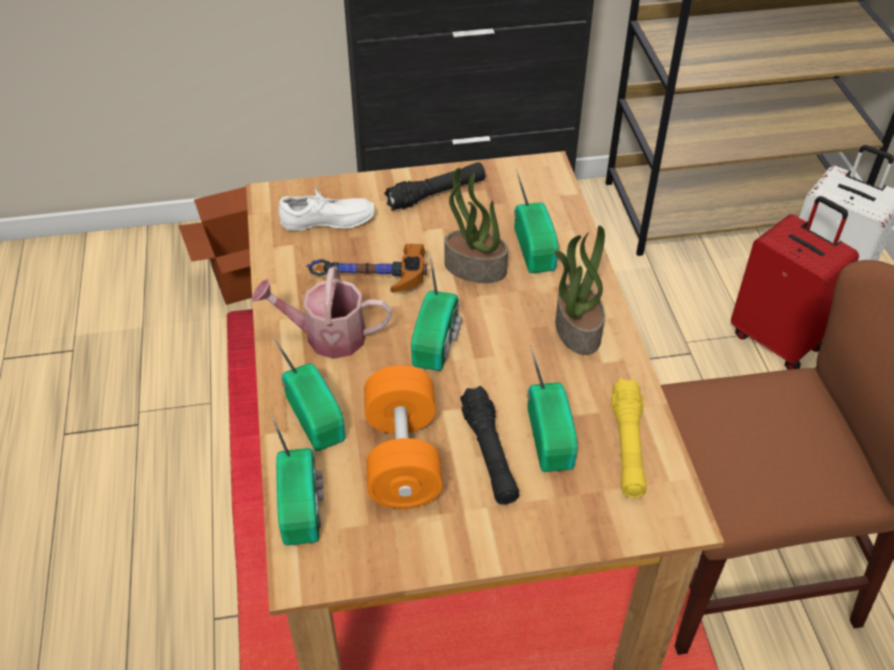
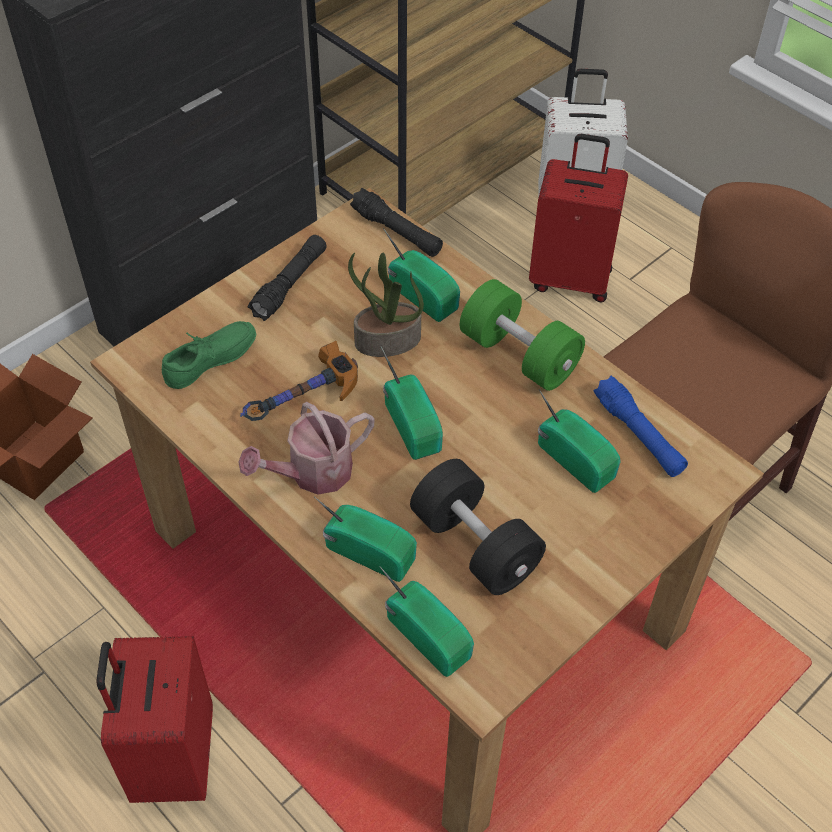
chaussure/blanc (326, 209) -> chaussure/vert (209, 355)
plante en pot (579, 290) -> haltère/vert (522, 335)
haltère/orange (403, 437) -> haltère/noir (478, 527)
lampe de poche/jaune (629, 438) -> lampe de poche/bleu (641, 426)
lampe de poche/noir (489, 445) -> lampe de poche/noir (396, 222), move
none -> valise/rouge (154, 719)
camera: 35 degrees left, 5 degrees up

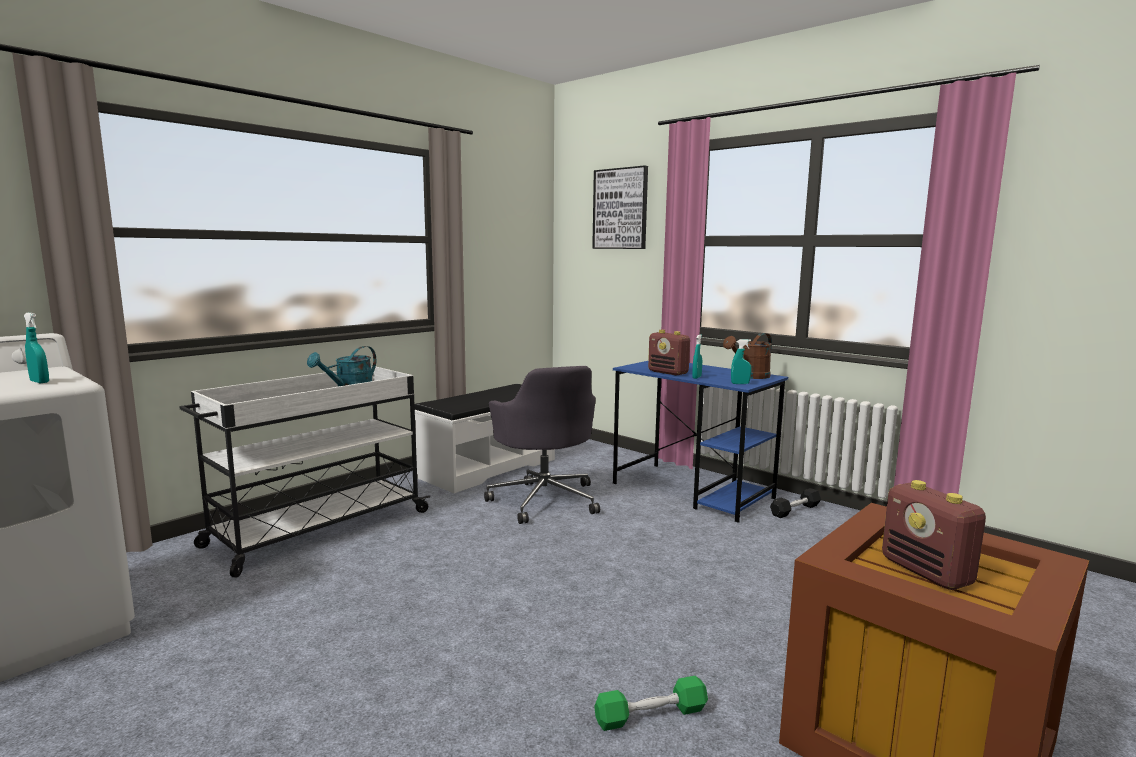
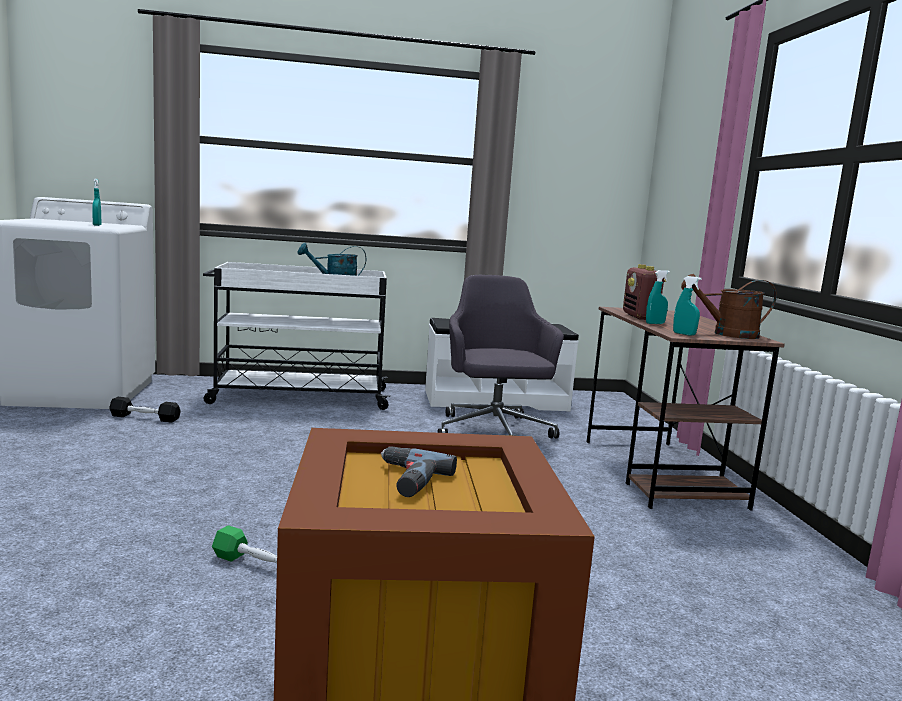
tableau (620, 207) -> none
bureau/bleu (700, 442) -> bureau/marron (685, 408)
chaise de bureau/gris (542, 445) -> chaise de bureau/gris (500, 356), 150 degrees clockwise
radio (934, 535) -> perceuse (419, 471)
haltère/noir (795, 503) -> haltère/noir (145, 410), move
camera: 40 degrees right, 0 degrees up

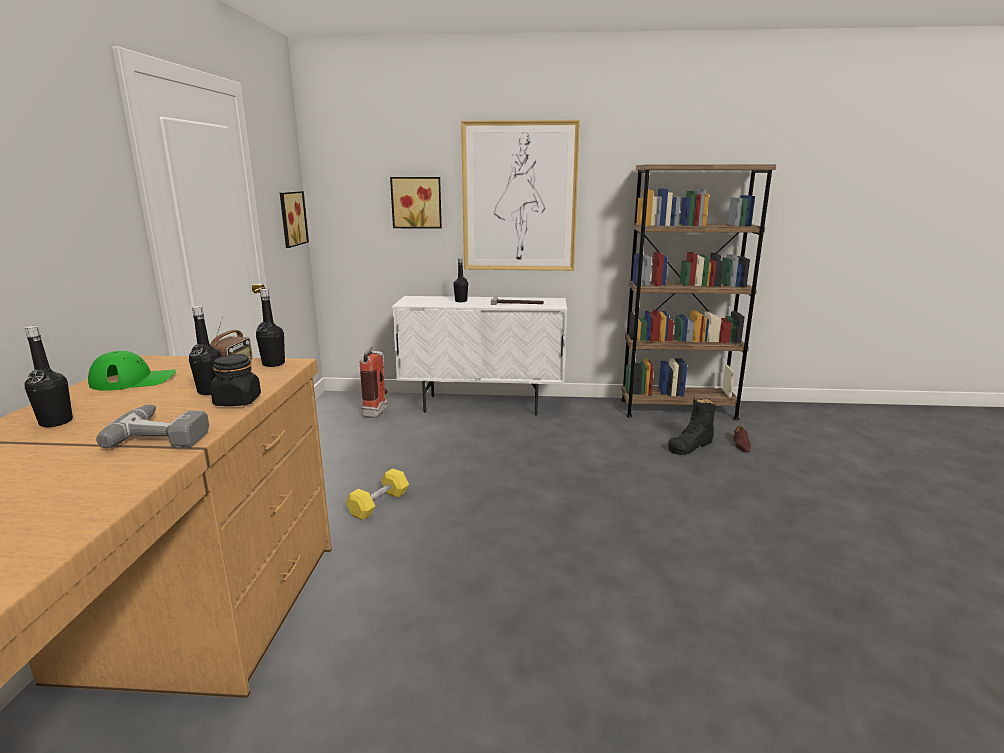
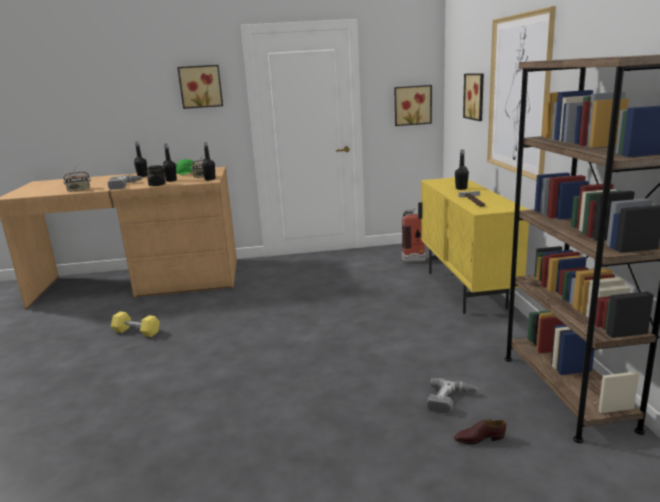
meuble de rangement/blanc (479, 356) -> meuble de rangement/jaune (473, 245)
botte/noir (692, 426) -> perceuse (452, 396)
haltère/jaune (377, 494) -> haltère/jaune (135, 324), move
none -> tableau (200, 87)
none -> radio (77, 178)
camera: 80 degrees right, 0 degrees up

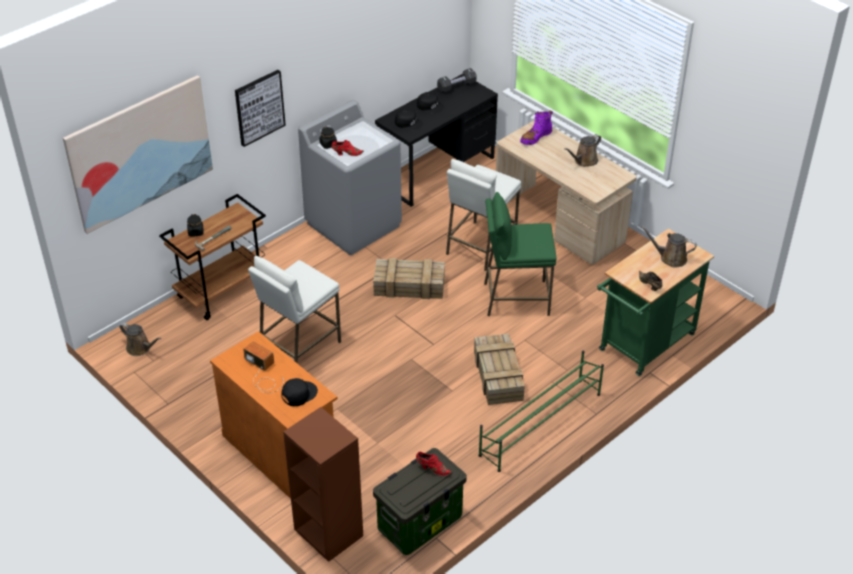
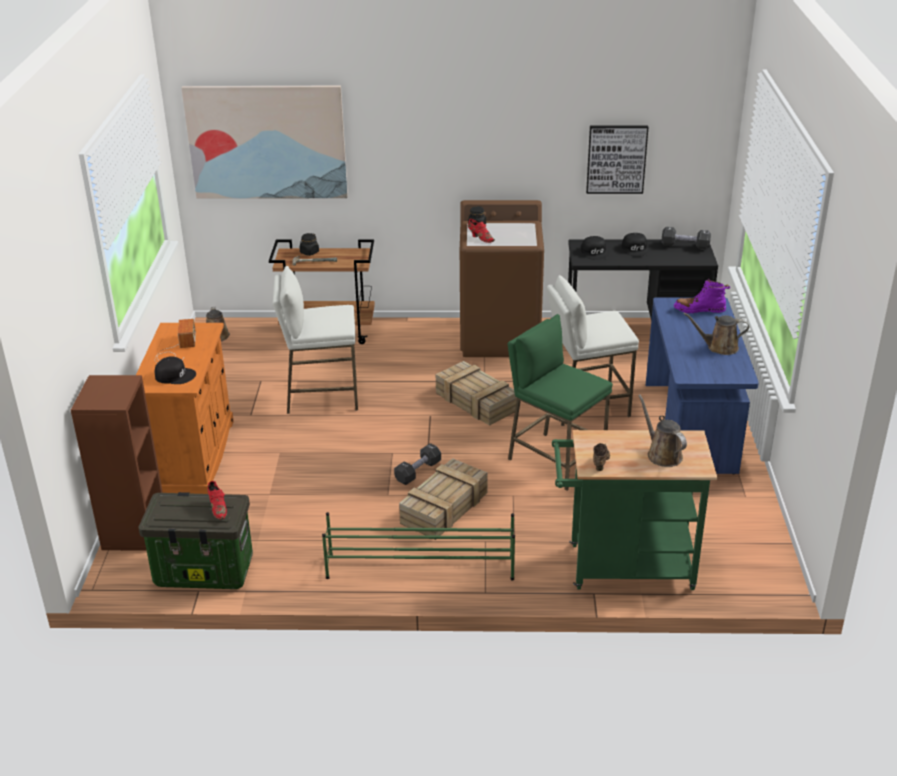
tableau (260, 108) -> tableau (617, 159), move
lave-linge/gris (350, 177) -> lave-linge/marron (502, 278)
bureau/beige (566, 192) -> bureau/bleu (702, 385)
none -> haltère/noir (417, 464)
camera: 45 degrees right, 10 degrees down

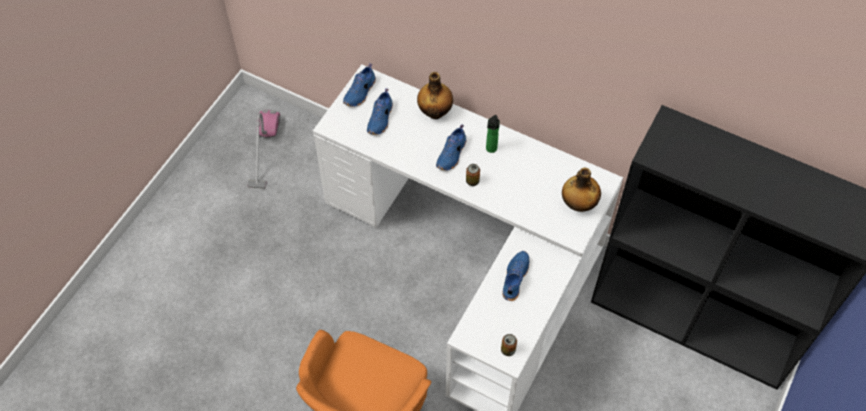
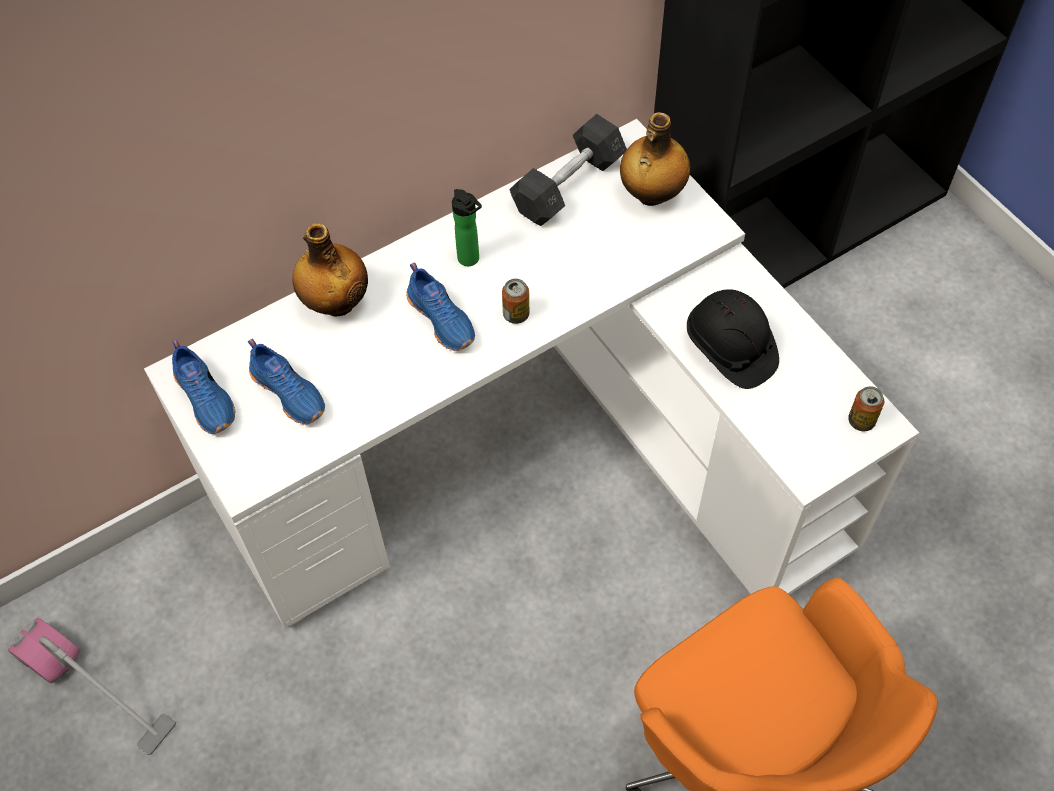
chaussure/bleu (515, 276) -> casque de chantier/noir (733, 339)
none -> haltère/gris (568, 170)
camera: 60 degrees left, 0 degrees up

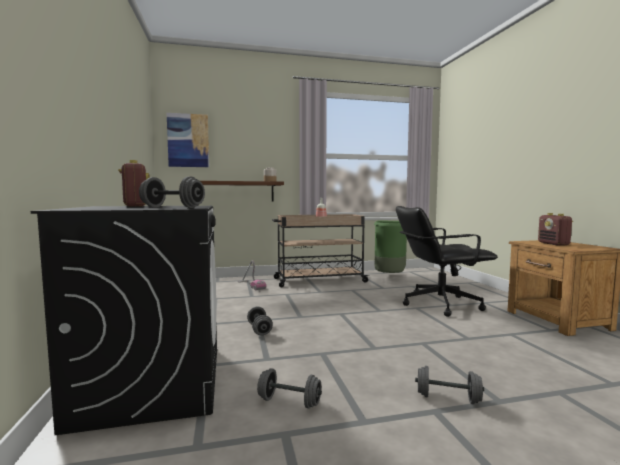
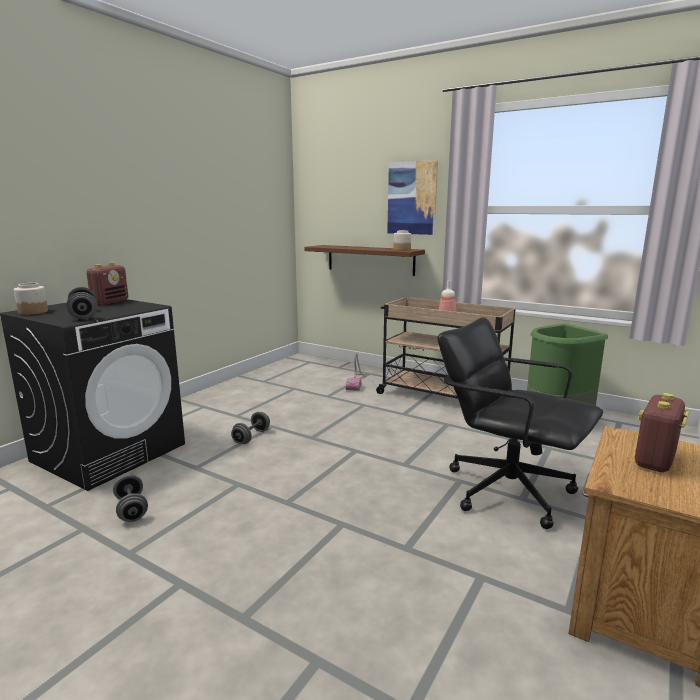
tableau (188, 140) -> tableau (412, 197), move
haltère/gris (449, 385) -> none
none -> bocal (31, 299)
camera: 45 degrees right, 10 degrees up

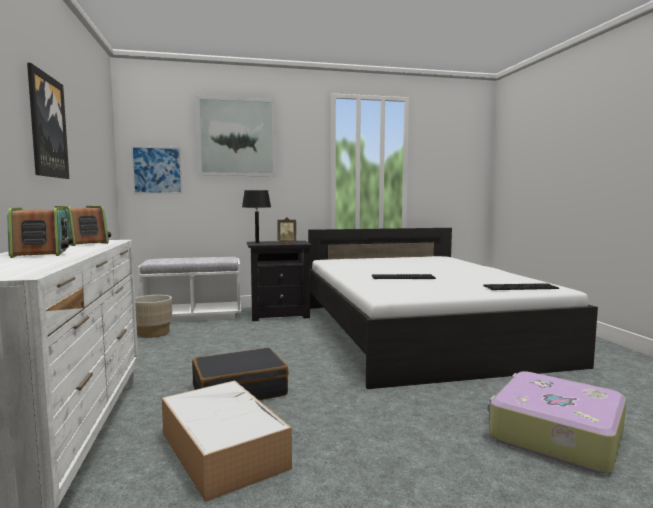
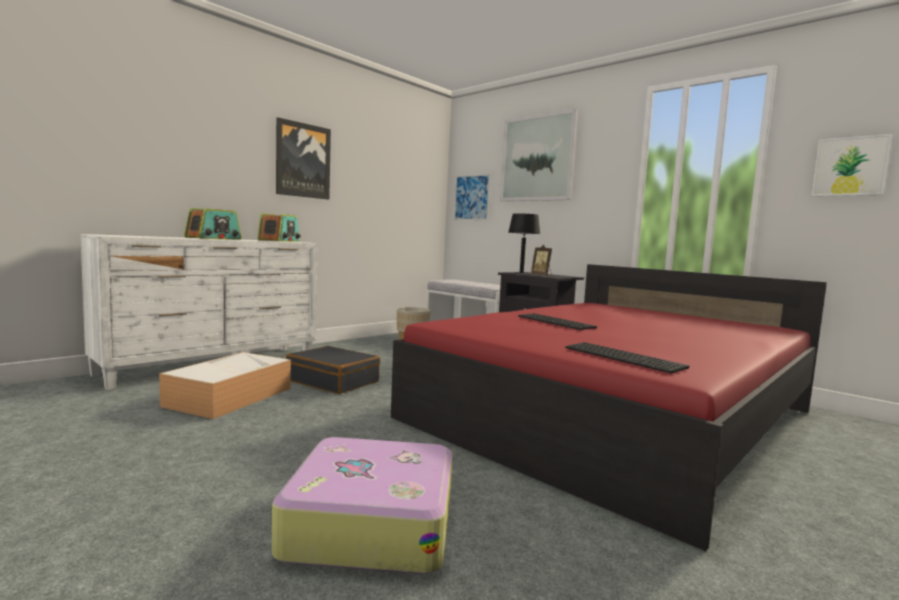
lit/blanc (453, 308) -> lit/rouge (609, 407)
none -> tableau (852, 165)
camera: 55 degrees right, 0 degrees up

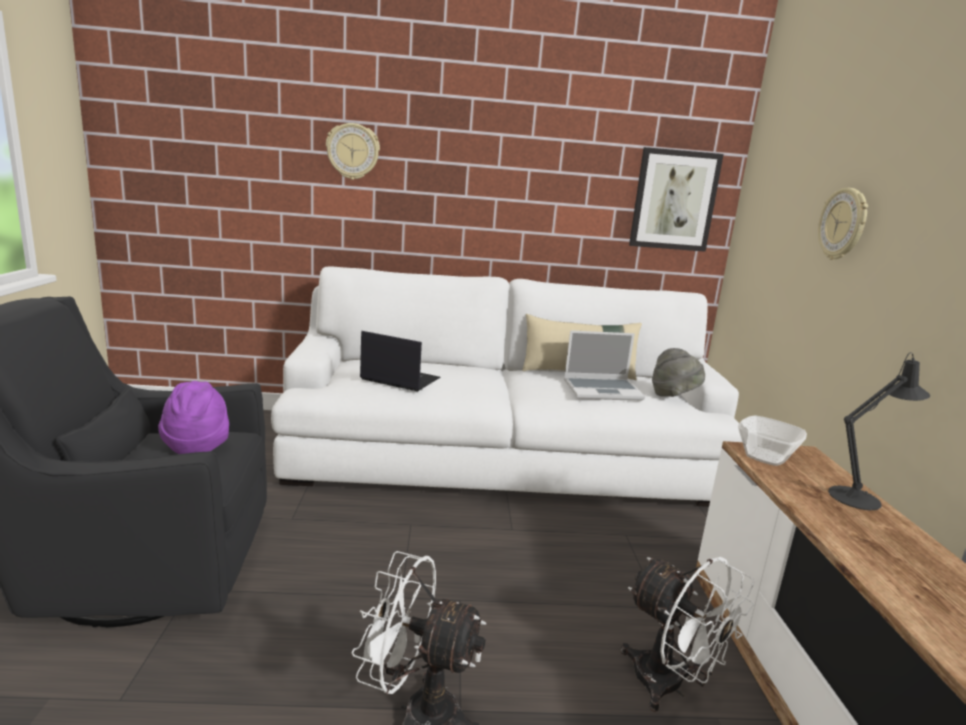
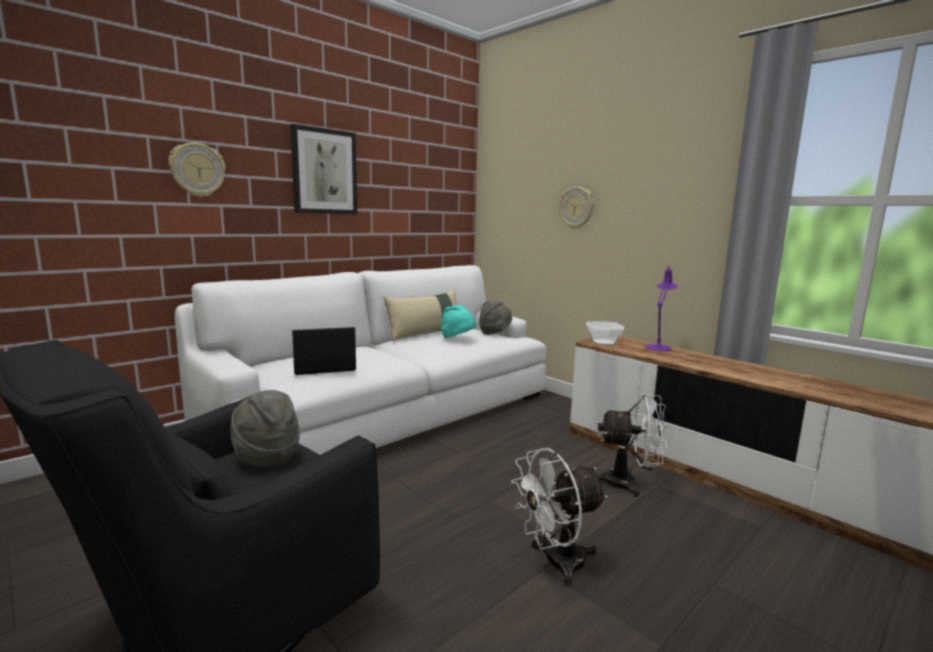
tableau (676, 199) -> tableau (323, 169), move
ordinateur portable (604, 365) -> chapeau/turquoise (458, 321)
lampe de table/noir (879, 431) -> lampe de table/violet (661, 308)
chapeau/violet (193, 417) -> chapeau/gris (265, 428)
camera: 40 degrees left, 5 degrees down

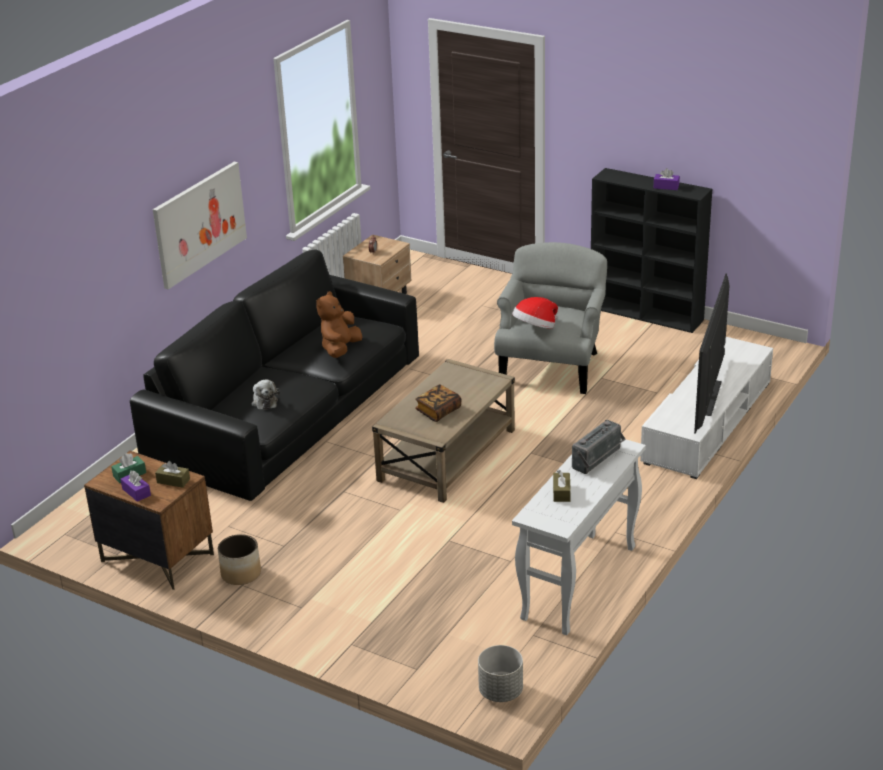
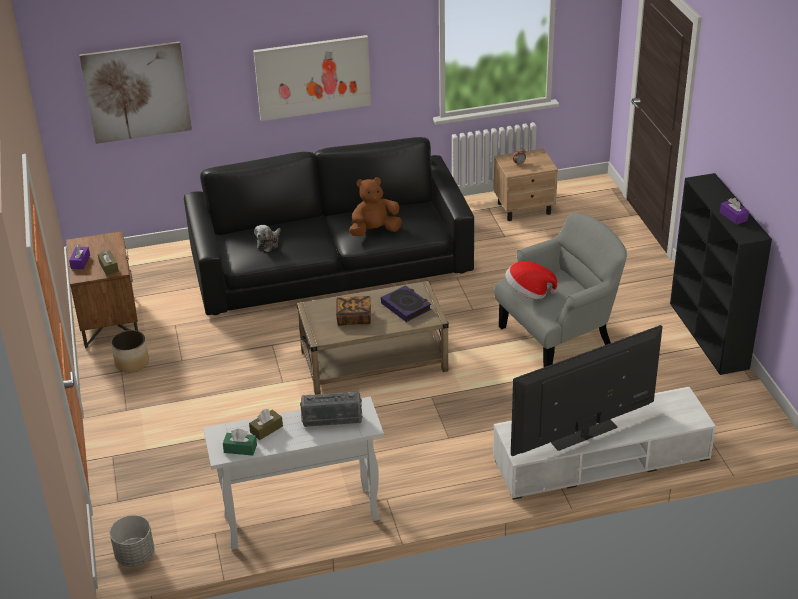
boîte à mouchoirs/vert (128, 468) -> boîte à mouchoirs/vert (240, 442), move
none -> tableau (135, 92)
none -> livre (406, 303)
camera: 45 degrees right, 5 degrees up

